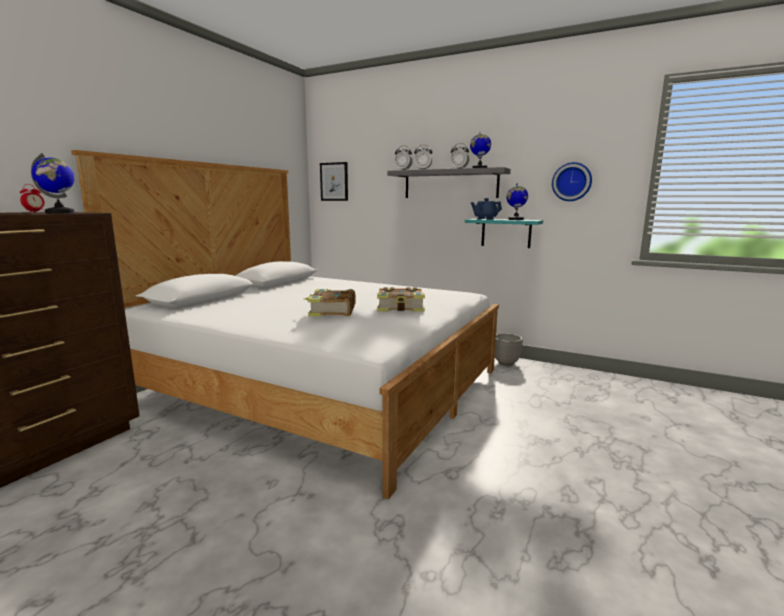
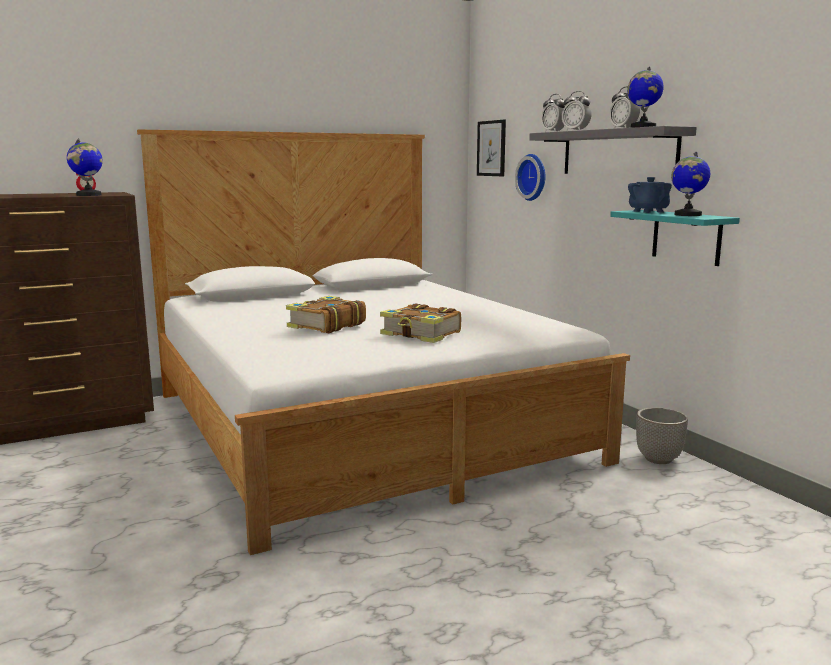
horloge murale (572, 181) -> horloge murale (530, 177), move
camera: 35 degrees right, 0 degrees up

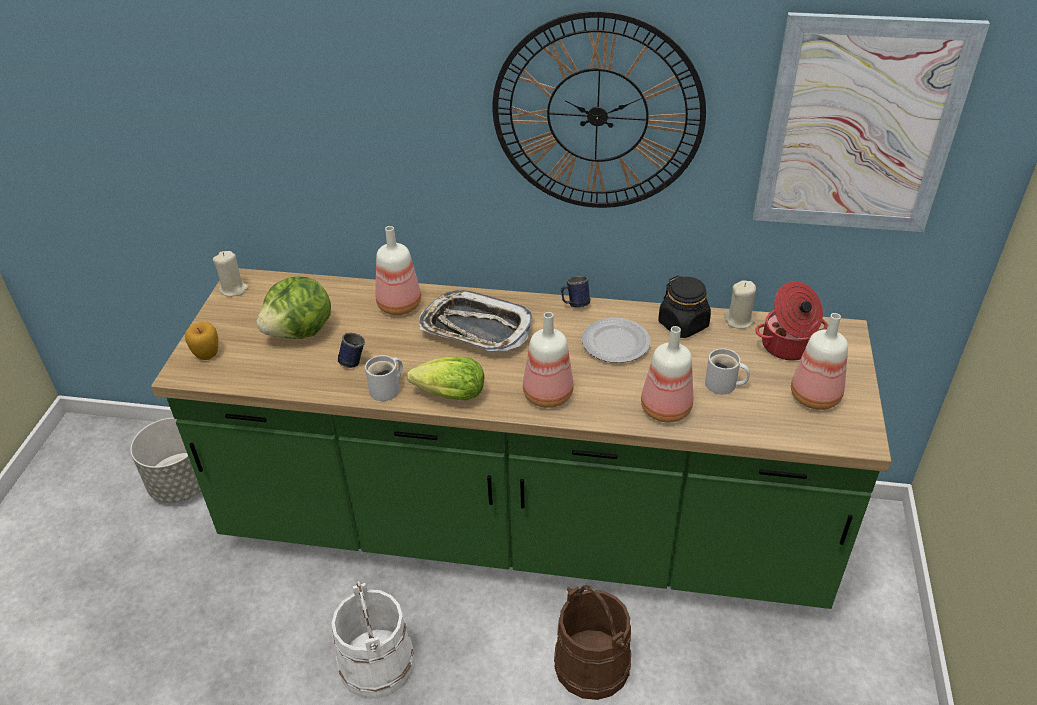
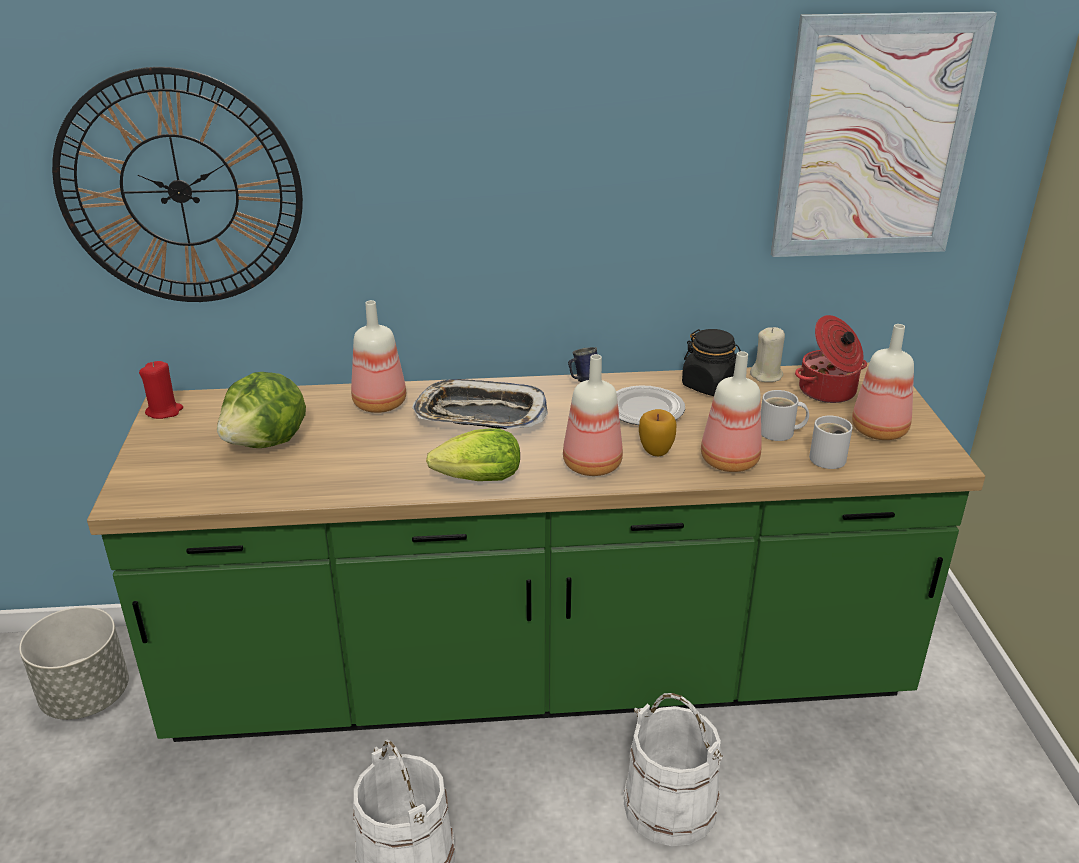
horloge murale (599, 109) -> horloge murale (177, 184), move
bougie/beige (231, 274) -> bougie/rouge (161, 390)
pomme (201, 341) -> pomme (658, 432), move
mug/bleu (351, 350) -> none
mug/blanc (384, 378) -> mug/blanc (831, 442), move
seau/marron (592, 642) -> seau/blanc (674, 769)
camera: 15 degrees left, 10 degrees down

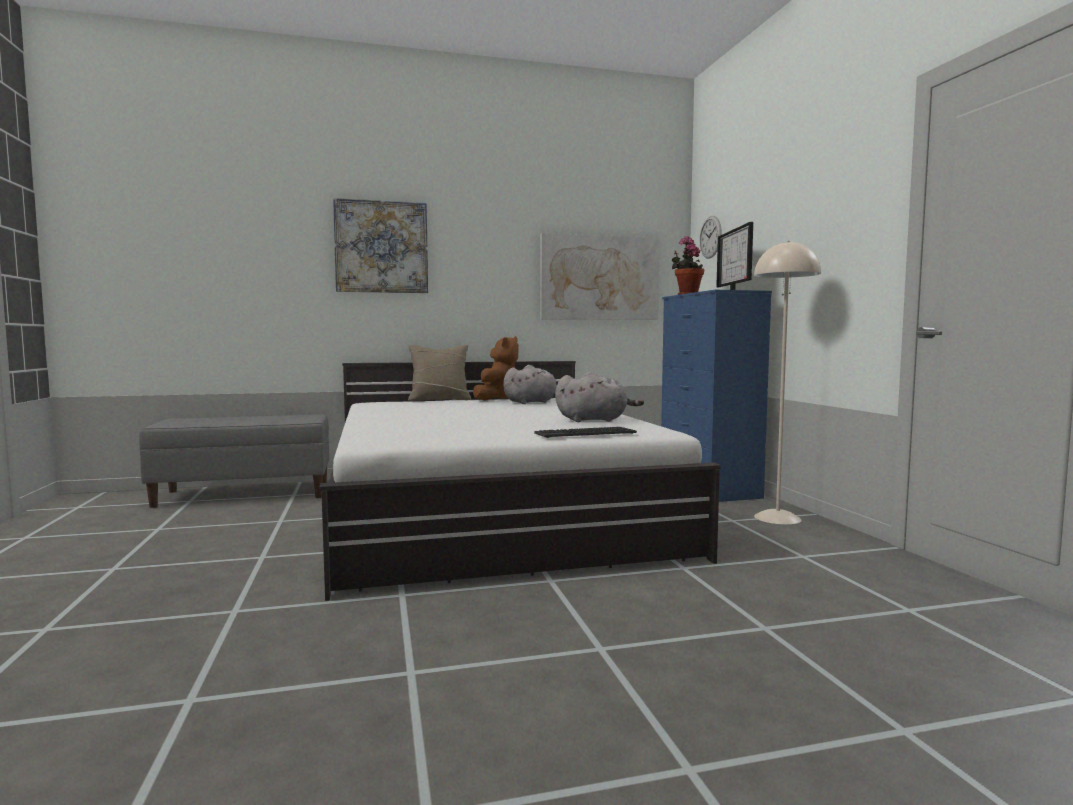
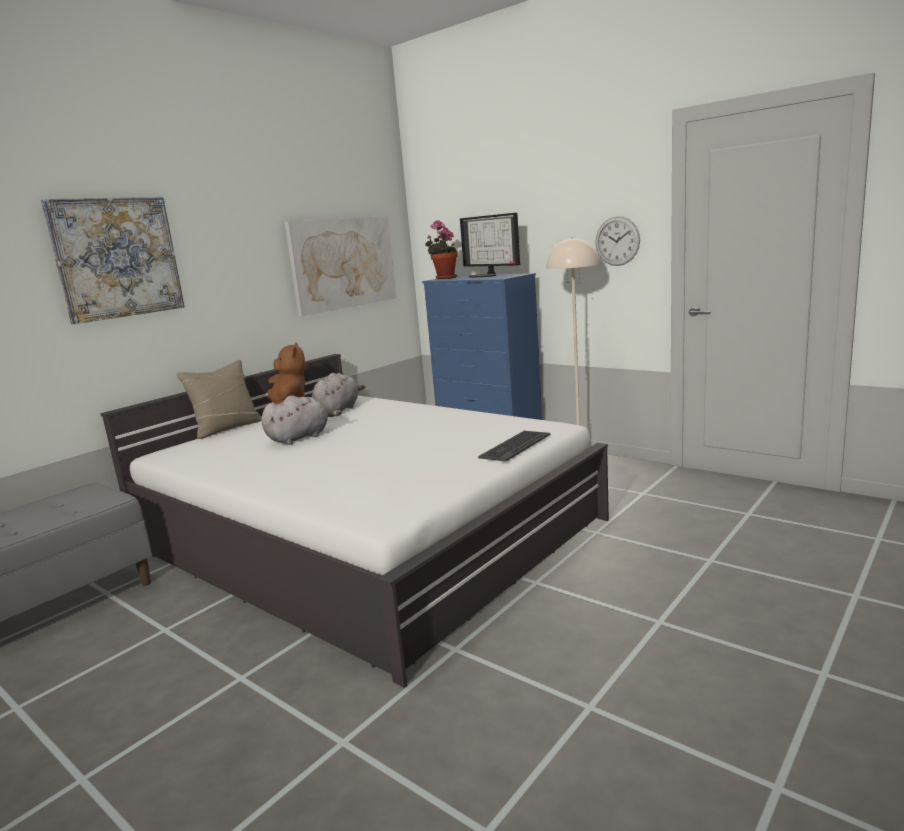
horloge murale (711, 237) -> horloge murale (617, 241), move
peluche/gris (599, 397) -> peluche/gris (301, 420), move
camera: 35 degrees left, 10 degrees up

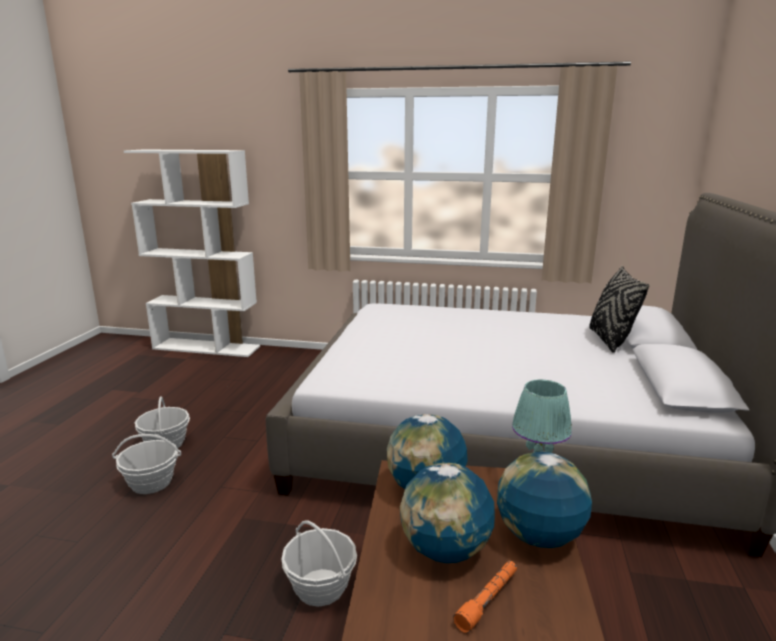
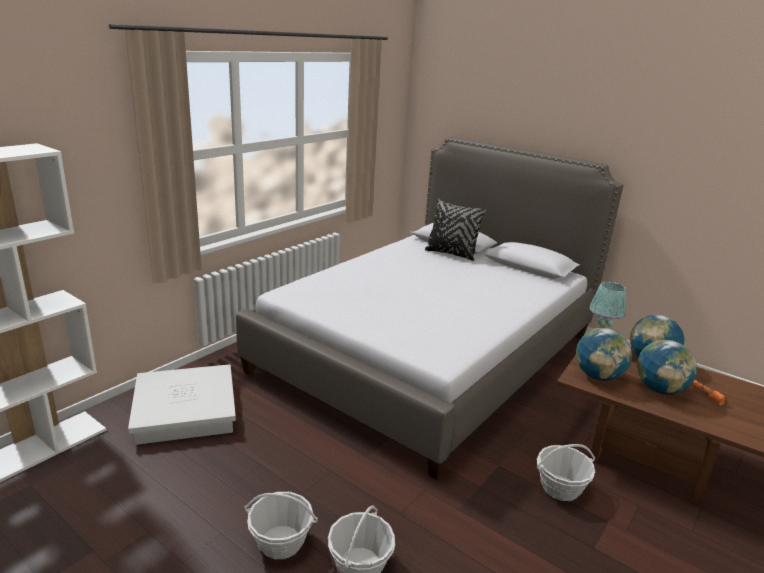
none -> boîte de rangement/blanc (182, 404)
camera: 65 degrees left, 5 degrees up

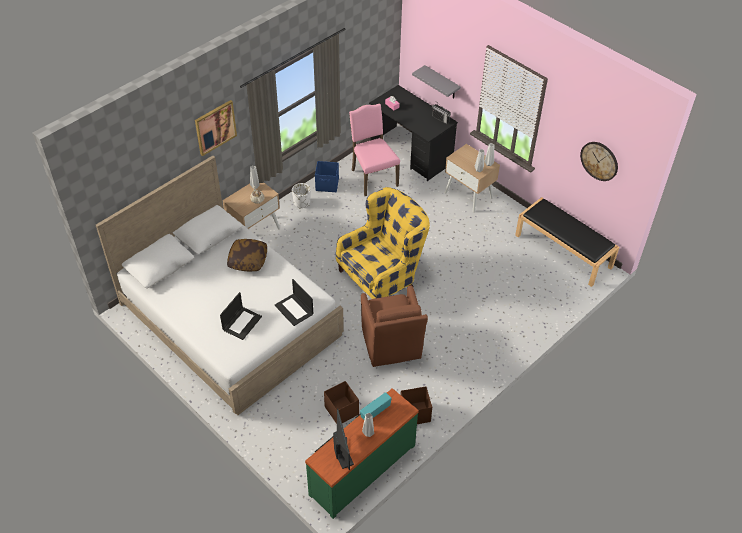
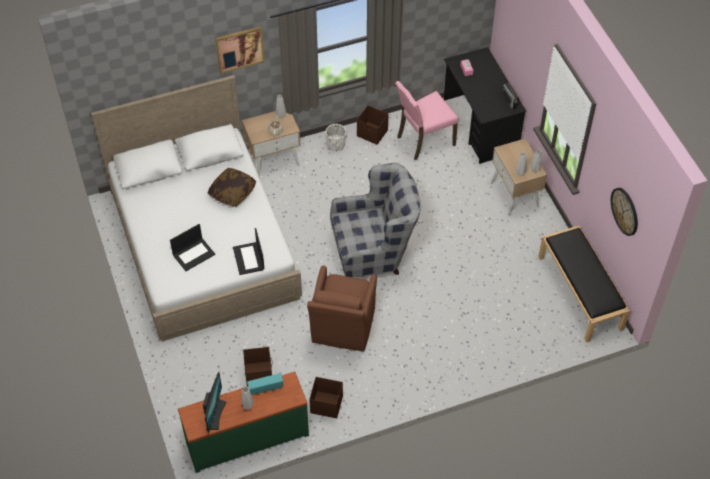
étagère/gris (436, 81) -> none
chaise/rose (374, 149) -> chaise/rose (427, 120), 120 degrees counterclockwise
boîte de rangement/bleu (327, 176) -> boîte de rangement/marron (372, 125)
fauteuil/jaune (383, 243) -> fauteuil/gris (375, 220)
camera: 25 degrees right, 5 degrees up

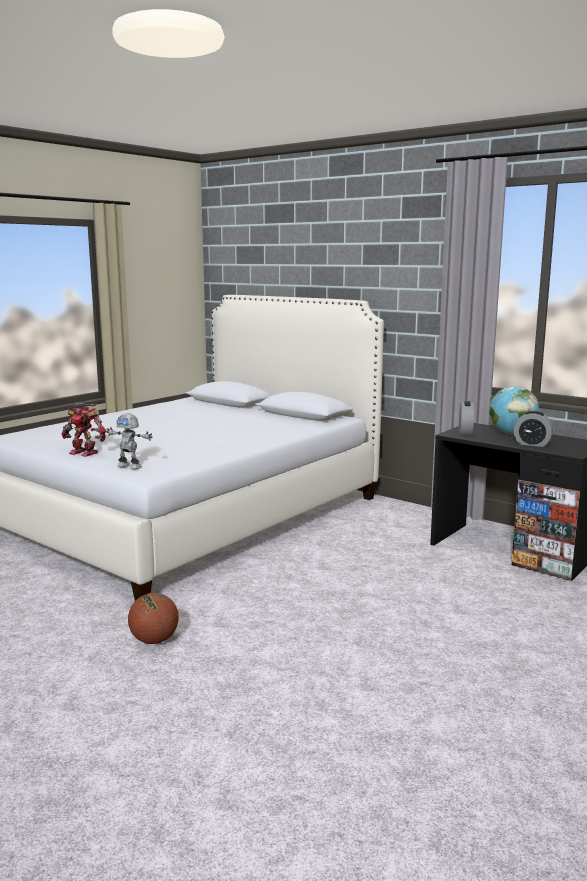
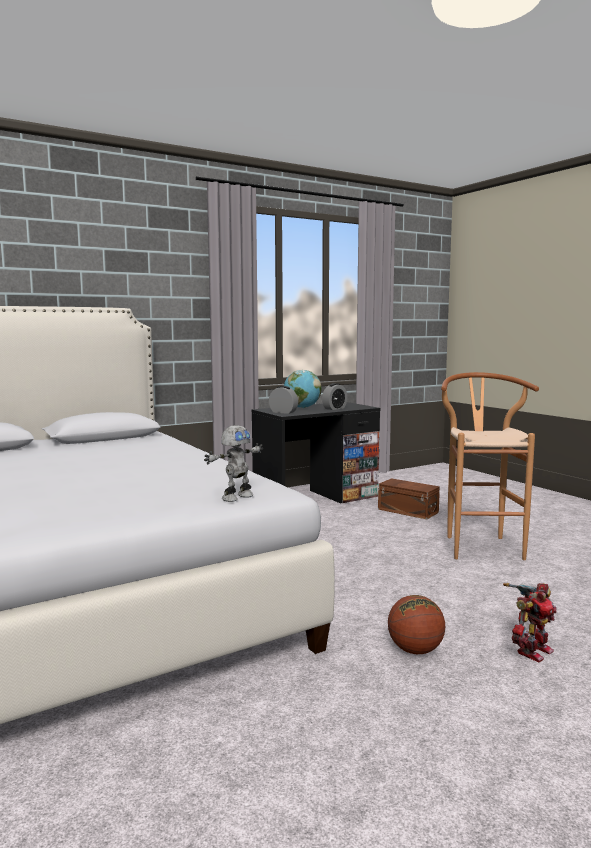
robot jouet (84, 430) -> robot jouet (530, 622), move
none -> tabouret/marron (490, 466)
none -> boîte de rangement/marron (409, 498)
camera: 70 degrees left, 5 degrees down

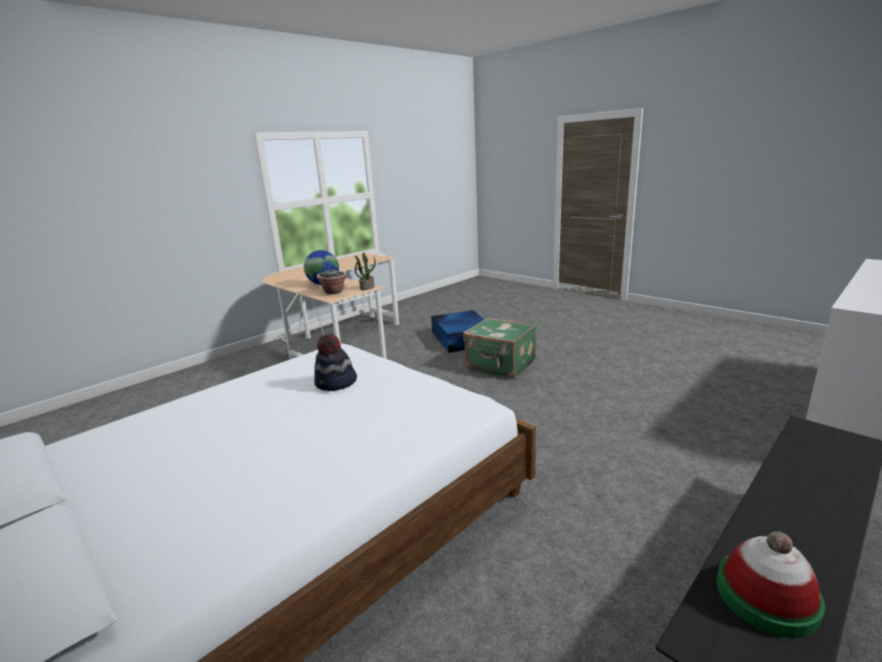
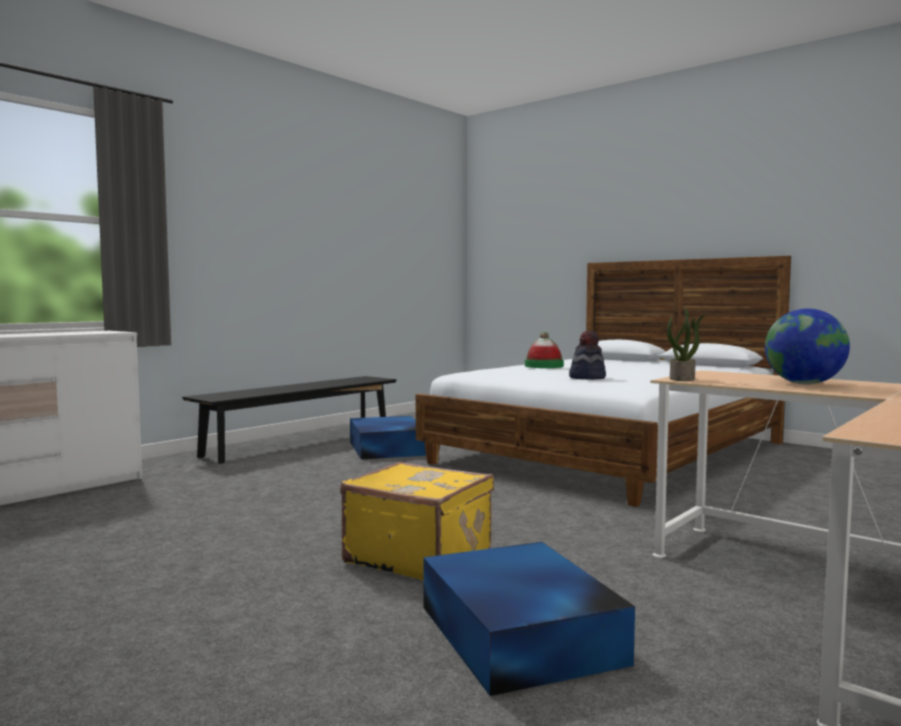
plante en pot (332, 281) -> none
valise/vert (500, 348) -> valise/jaune (417, 521)
chapeau (770, 584) -> chapeau (544, 350), move
none -> boîte de rangement/bleu (388, 438)
camera: 175 degrees right, 15 degrees down

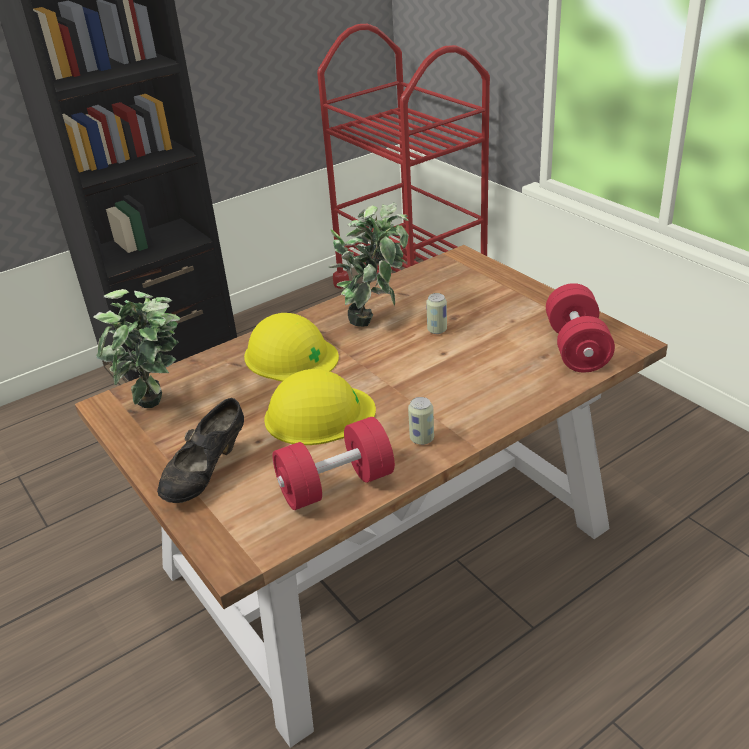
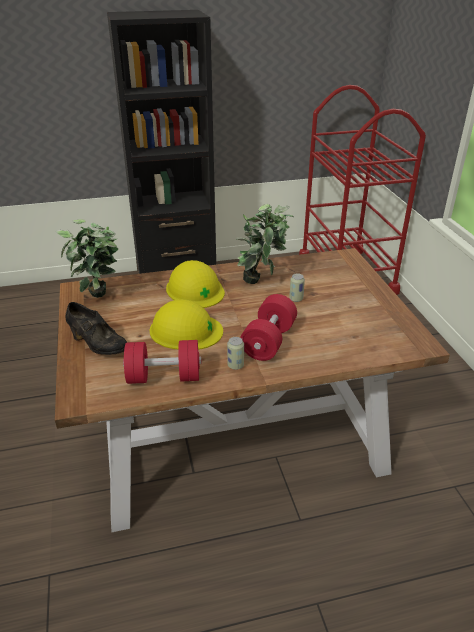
haltère/rouge (580, 327) -> haltère/rouge (268, 327), move
chaussure/noir (200, 450) -> chaussure/noir (96, 328), 105 degrees counterclockwise
camera: 20 degrees right, 0 degrees up

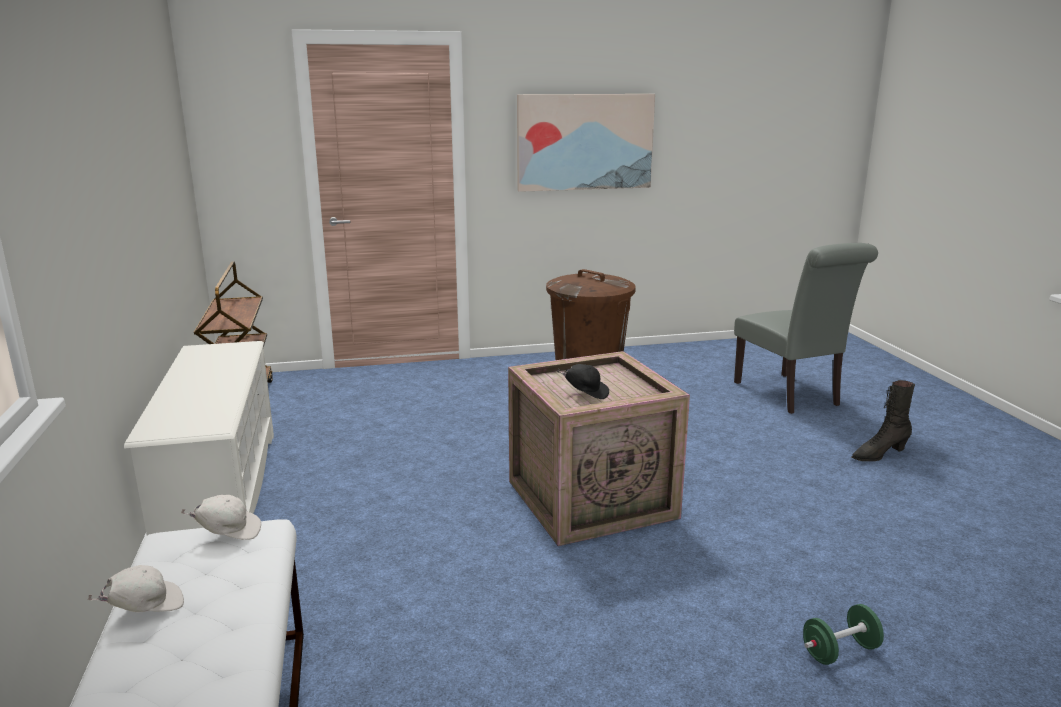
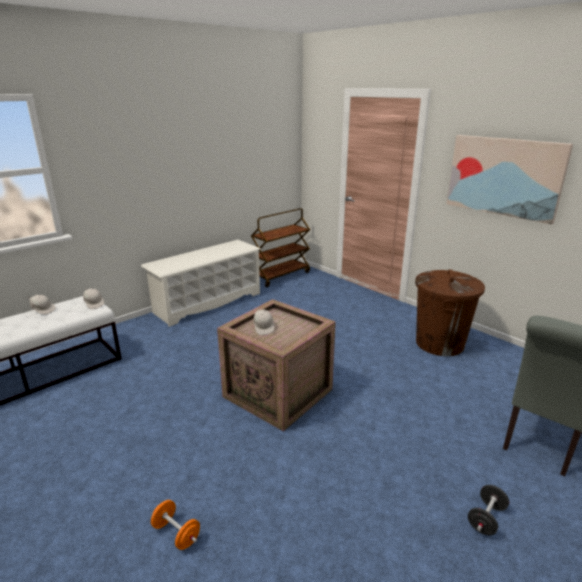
casquette/noir (583, 381) -> casquette/blanc (264, 321)
botte/noir (883, 420) -> haltère/noir (488, 510)
haltère/vert (843, 634) -> haltère/orange (175, 525)
camera: 60 degrees right, 5 degrees up

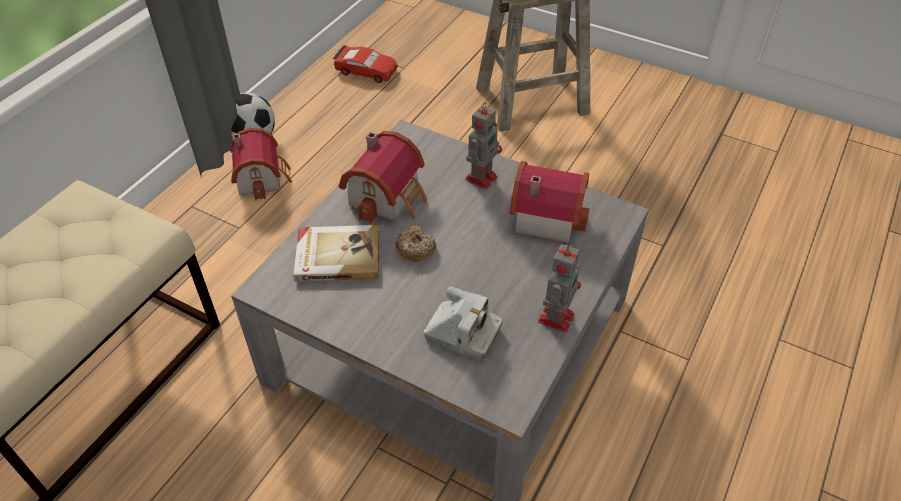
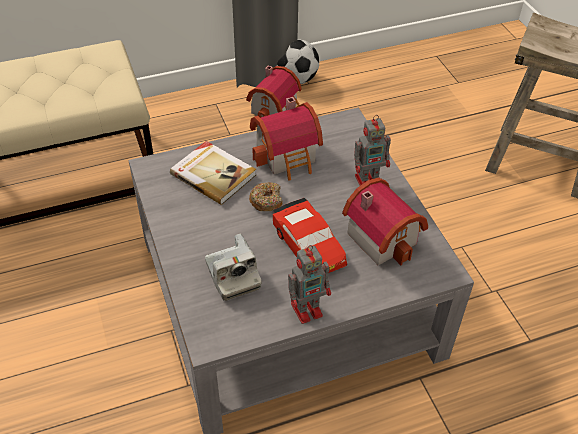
petite voiture/rouge (365, 64) -> petite voiture/rouge (310, 235), move
camera: 40 degrees right, 0 degrees up

